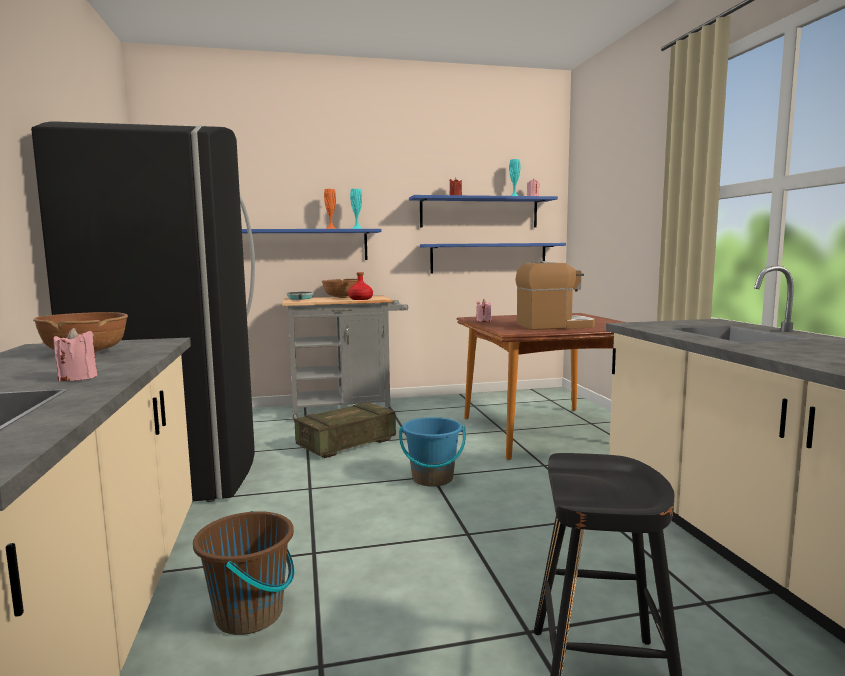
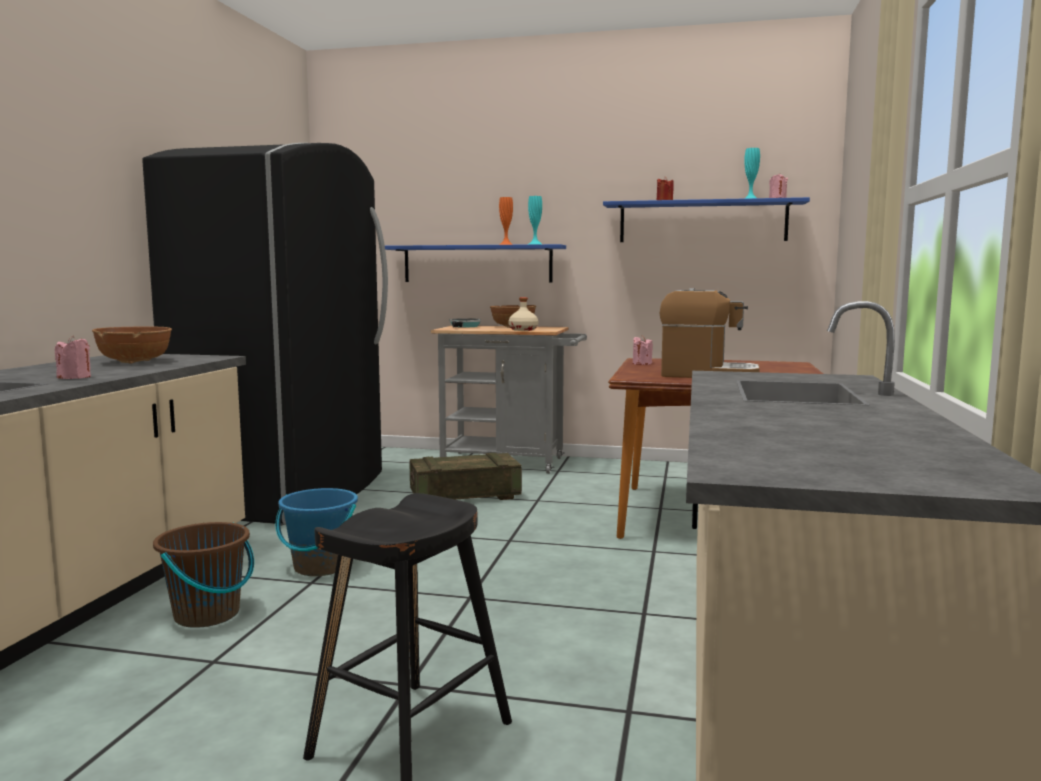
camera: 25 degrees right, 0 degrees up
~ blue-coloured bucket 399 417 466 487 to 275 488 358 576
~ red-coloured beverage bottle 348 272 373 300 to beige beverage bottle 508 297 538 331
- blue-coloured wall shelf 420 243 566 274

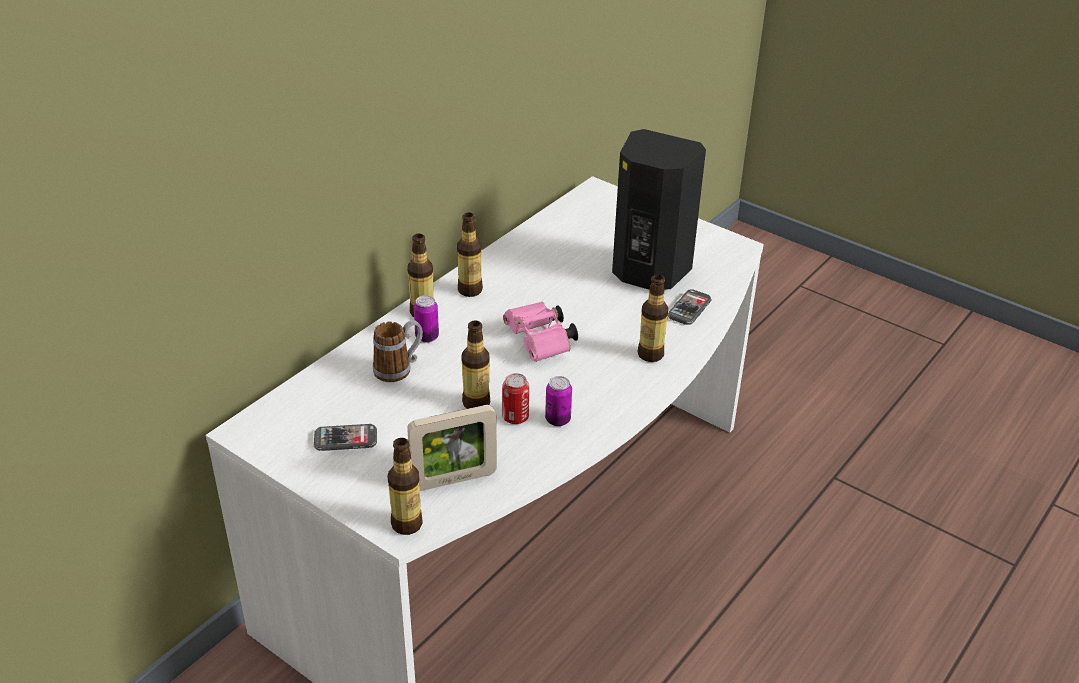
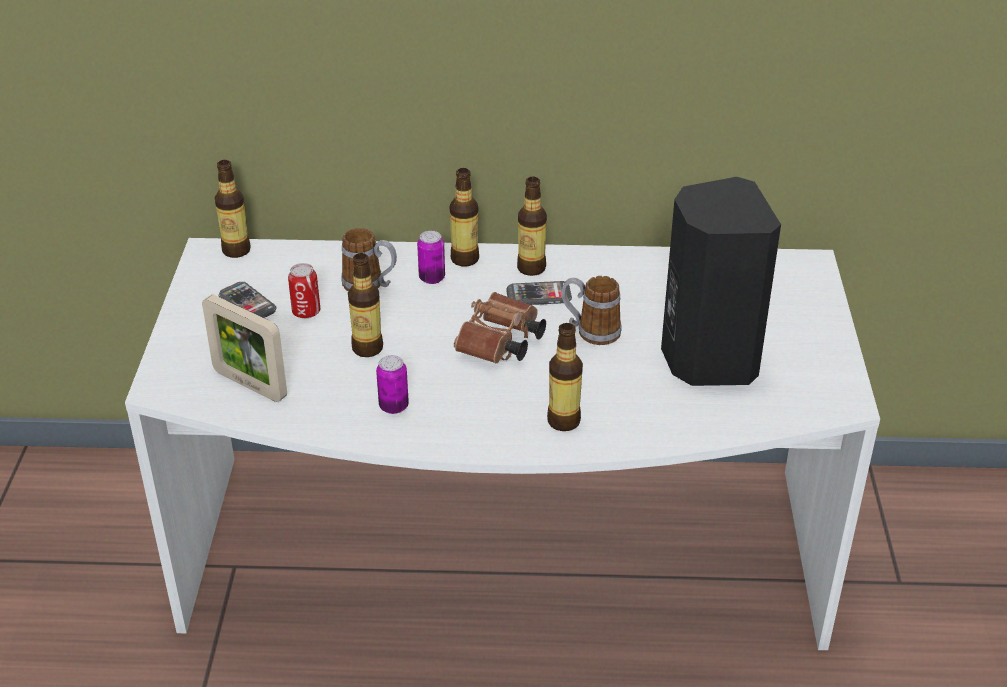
camera: 55 degrees right, 0 degrees up
~ beverage bottle 387 438 423 535 to 215 160 251 258
~ metal can 502 373 529 424 to 288 263 320 318
~ pink-coloured pair of binoculars 503 302 578 362 to brown pair of binoculars 454 292 546 363
~ telephone 668 289 711 325 to 506 281 572 305
+ coffee mug 562 276 622 345

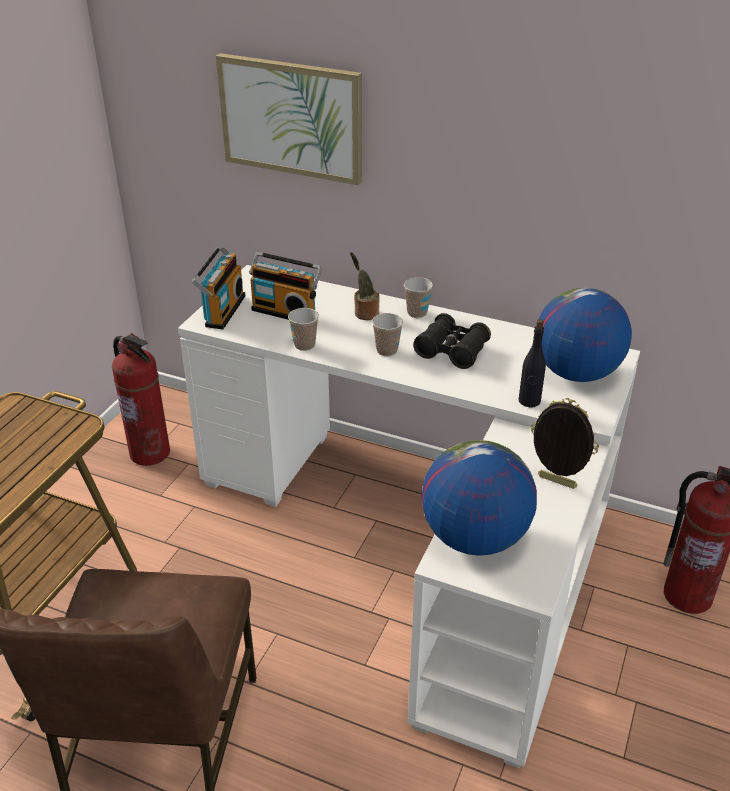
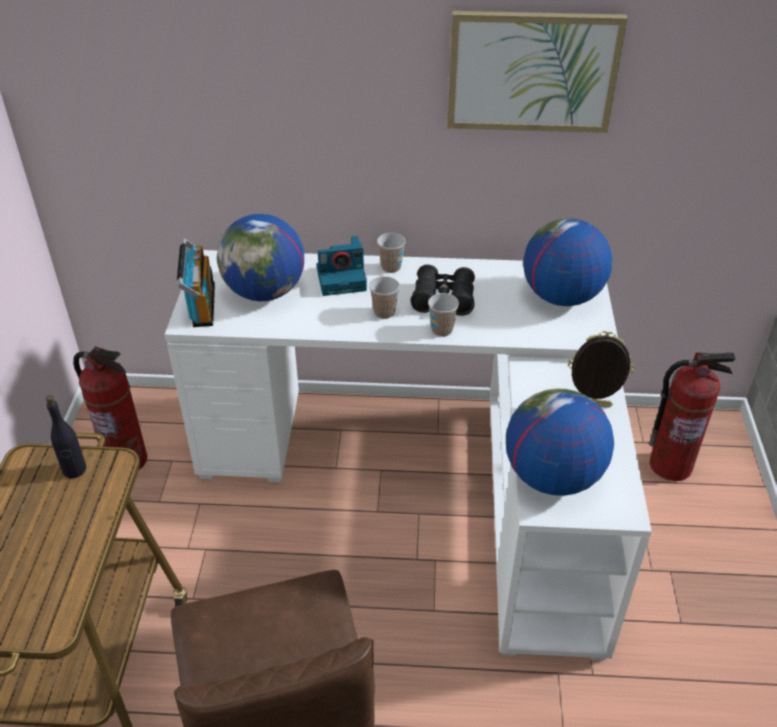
camera: 20 degrees left, 5 degrees up
~ black-coloured beverage bottle 519 319 546 407 to 46 395 86 478
~ radio receiver 249 252 322 320 to globe 217 214 304 301
~ plant in a pot 350 252 380 320 to photo camera 316 236 367 296
~ cup 288 308 319 351 to 428 293 459 337
~ picture 216 53 362 185 to 447 11 628 133

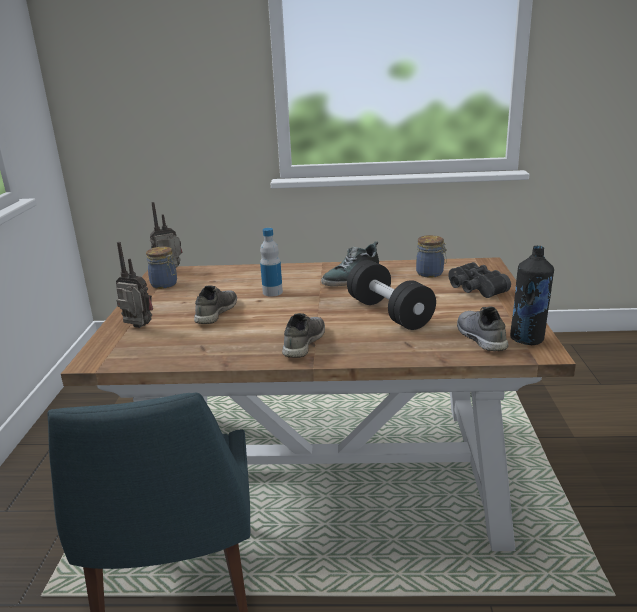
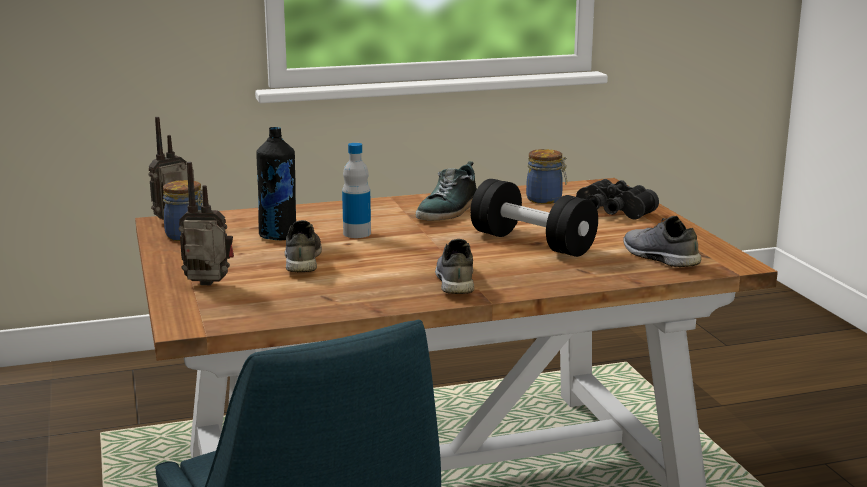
camera: 20 degrees left, 5 degrees down
~ black-coloured beverage bottle 510 246 554 345 to 256 127 296 240

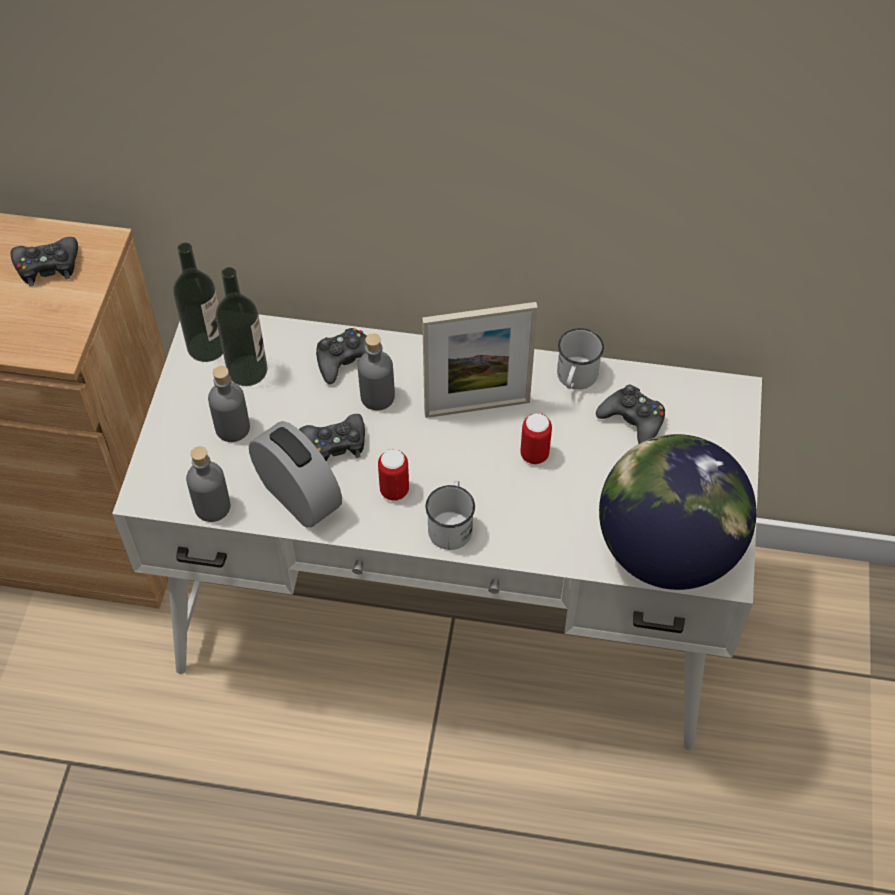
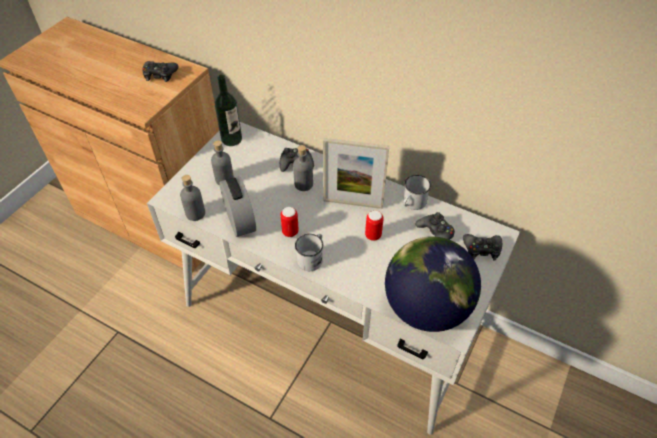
camera: 20 degrees right, 5 degrees down
~ black-coloured joypad 299 414 365 461 to 463 234 502 260
- beverage bottle 216 267 268 386

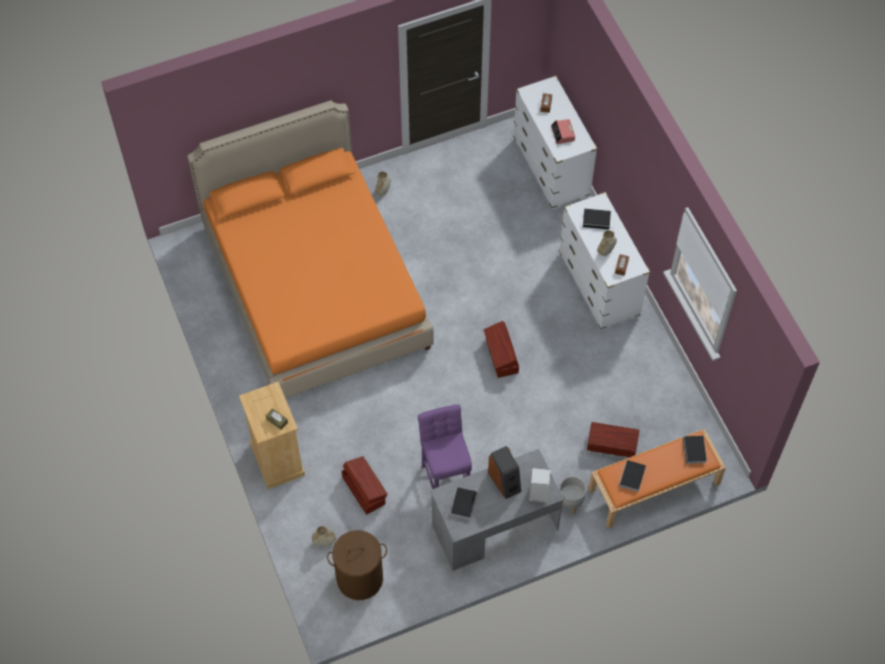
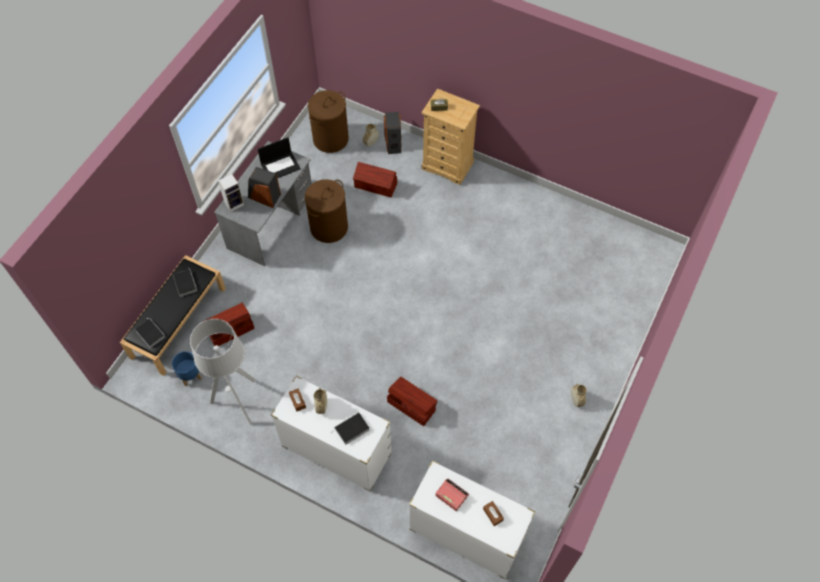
camera: 140 degrees right, 0 degrees up
~ orange-coloured long seat 588 429 726 528 to black-coloured long seat 120 255 226 376
+ blue-coloured planter 172 351 202 386
+ greyish floor lamp 190 319 255 425
~ bound book 451 487 478 520 to laptop 258 137 300 178
~ purple-coloured stool 418 404 472 489 to brown washing basket 305 179 348 243
+ audio speaker 384 112 402 154
~ brown storage container 484 321 519 378 to 387 377 438 426
- orange-coloured bed 187 100 433 398
- greyish planter 559 476 586 515

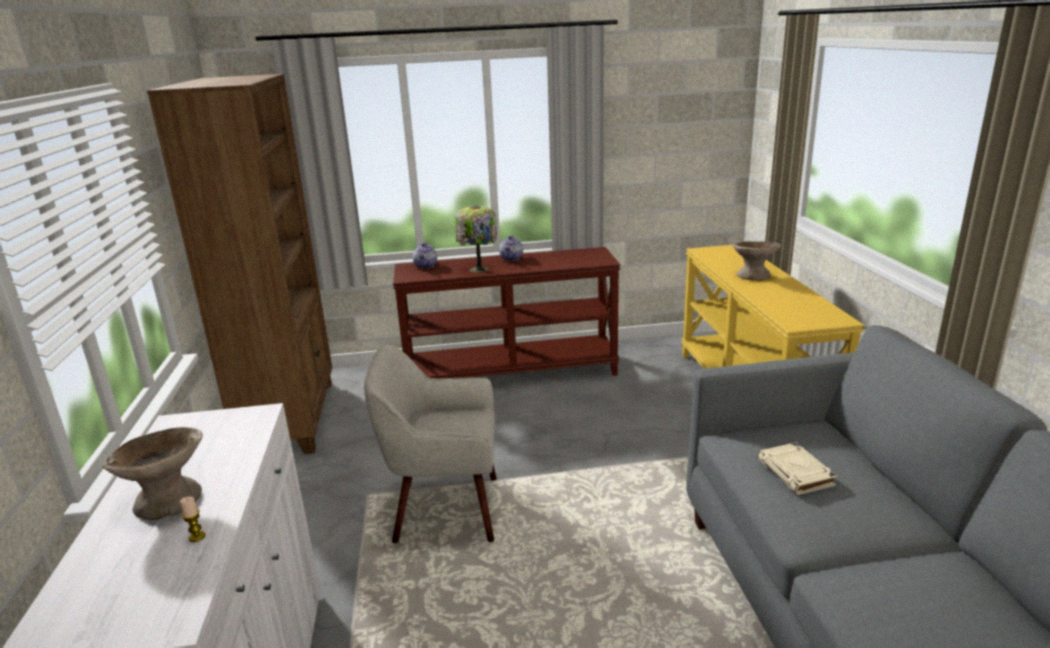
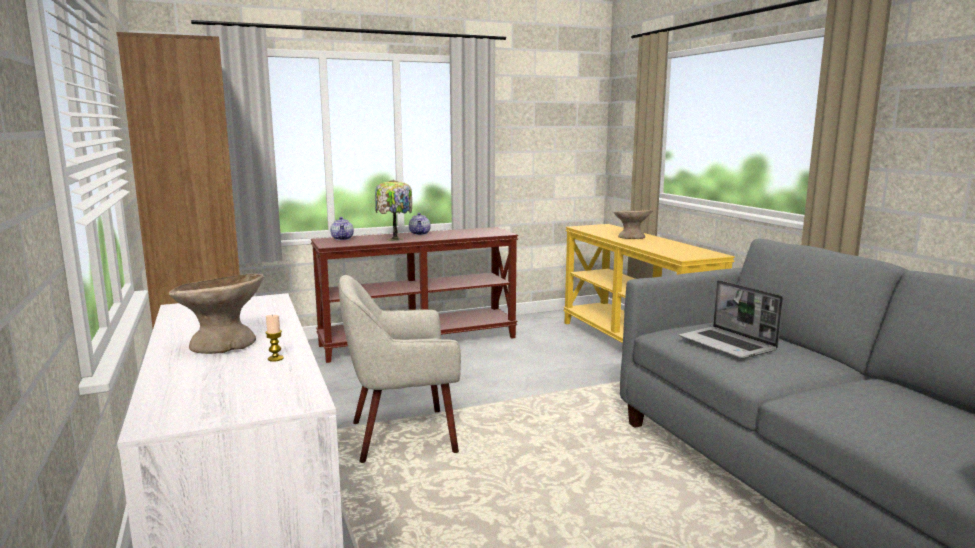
camera: 15 degrees left, 10 degrees down
~ beige bound book 757 442 837 495 to laptop 679 280 783 359

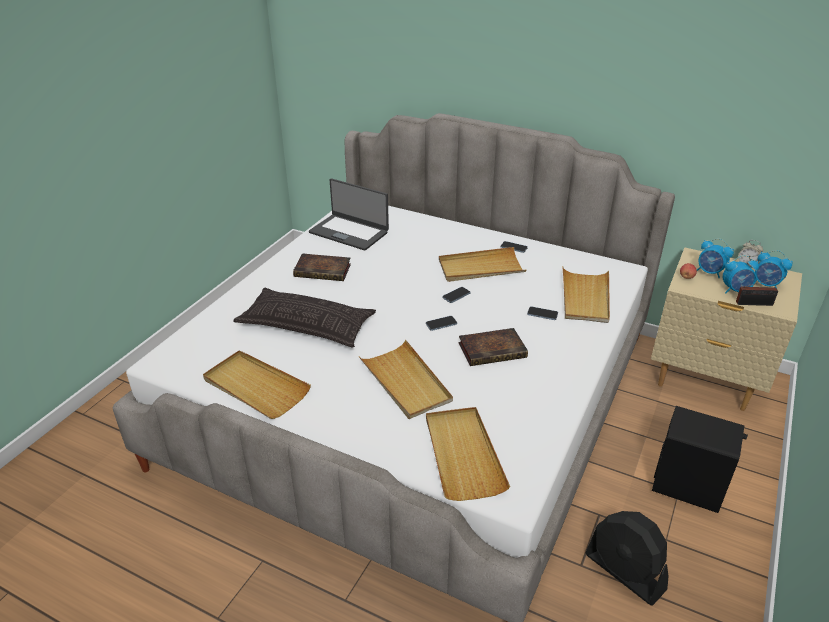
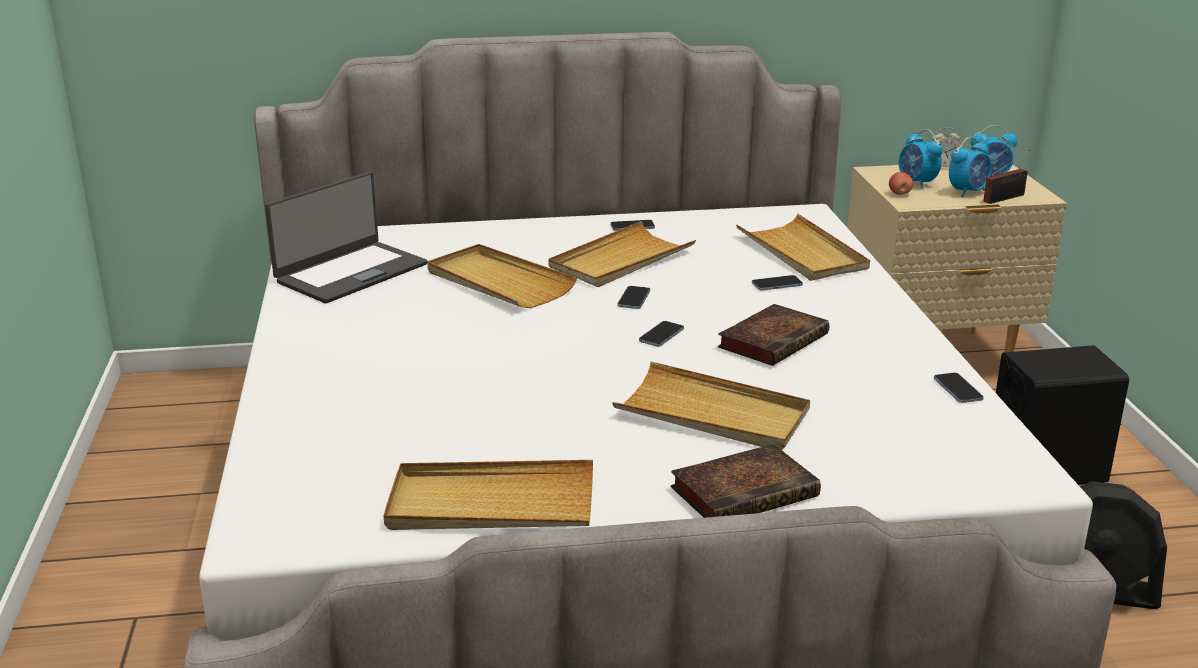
camera: 35 degrees left, 10 degrees down
~ laptop 309 178 389 250 = 265 172 427 303 45 degrees counterclockwise
~ beige serving tray 426 407 510 501 to 427 244 577 308
~ bound book 293 253 351 281 to 670 444 821 518
~ bedside clock 697 238 734 278 = 899 129 943 189 60 degrees clockwise
+ telephone 934 373 984 403
- throw pillow 233 288 376 348

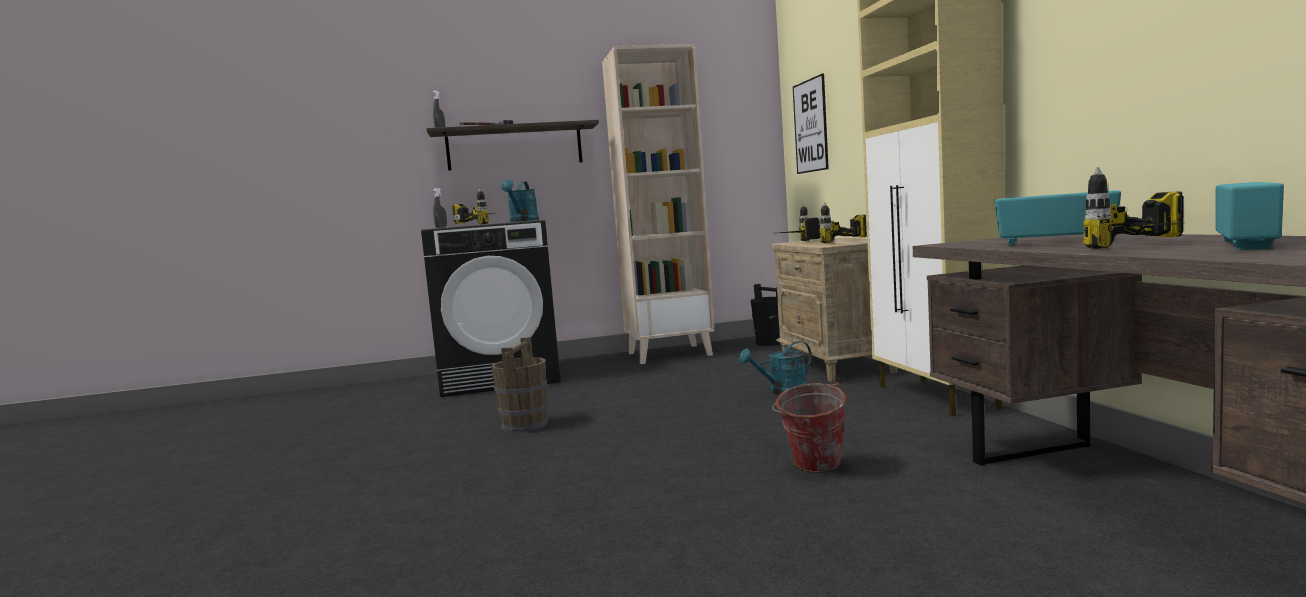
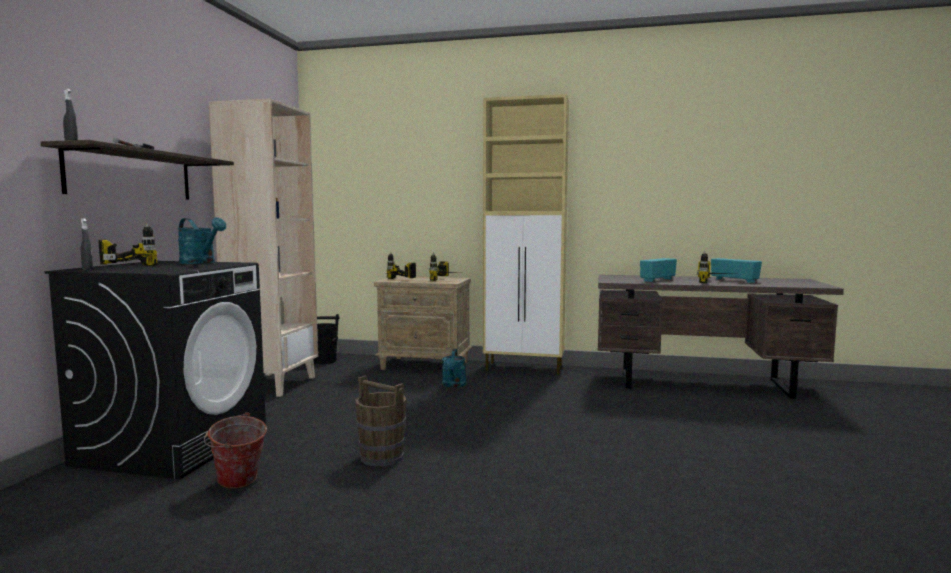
camera: 65 degrees left, 0 degrees up
~ bucket 772 382 847 473 to 204 412 267 489
- picture 793 73 829 174

